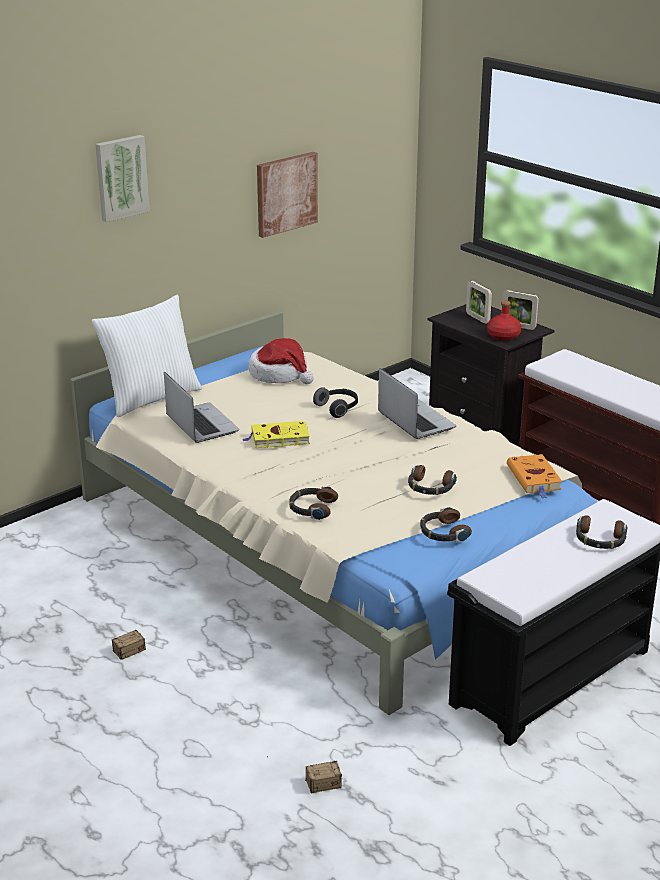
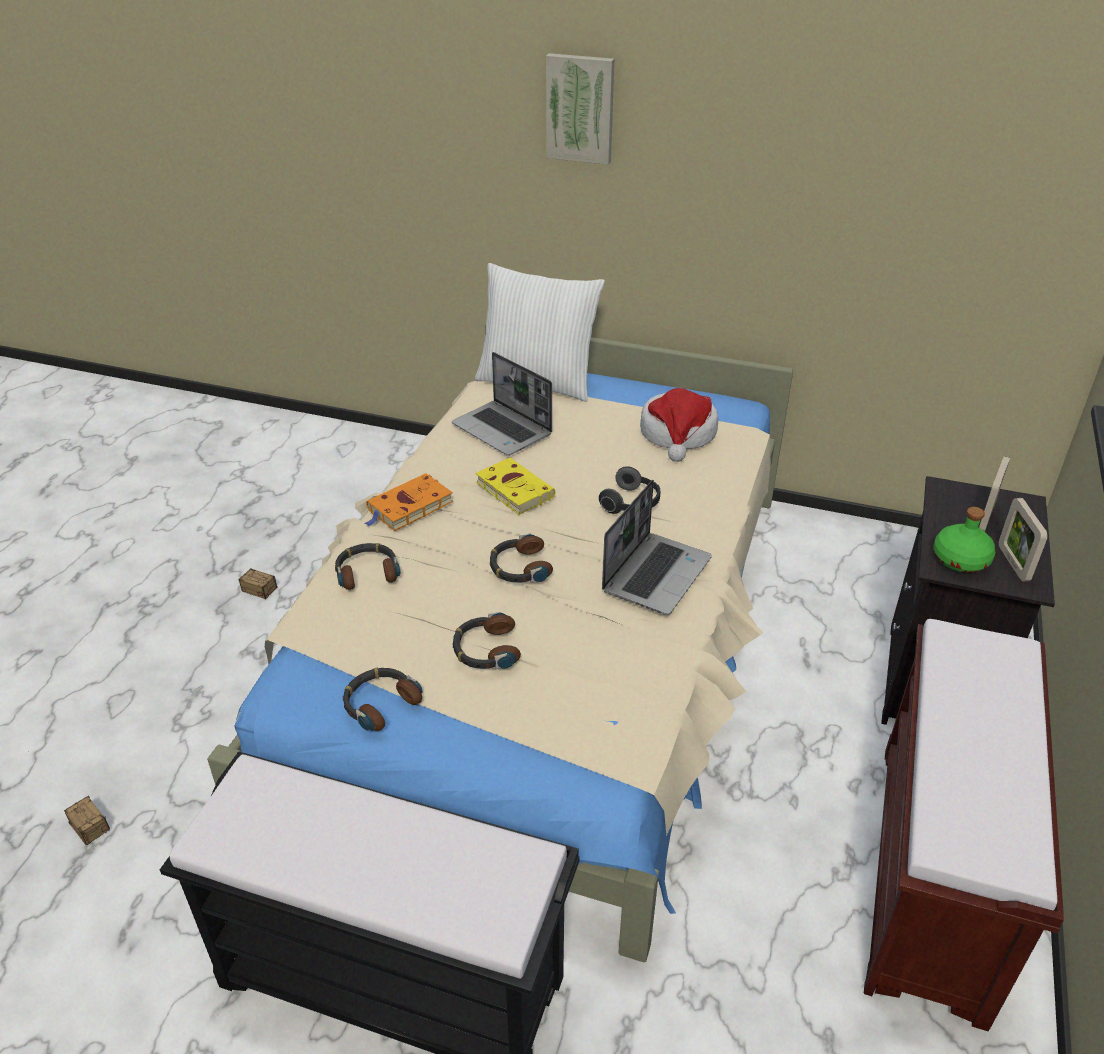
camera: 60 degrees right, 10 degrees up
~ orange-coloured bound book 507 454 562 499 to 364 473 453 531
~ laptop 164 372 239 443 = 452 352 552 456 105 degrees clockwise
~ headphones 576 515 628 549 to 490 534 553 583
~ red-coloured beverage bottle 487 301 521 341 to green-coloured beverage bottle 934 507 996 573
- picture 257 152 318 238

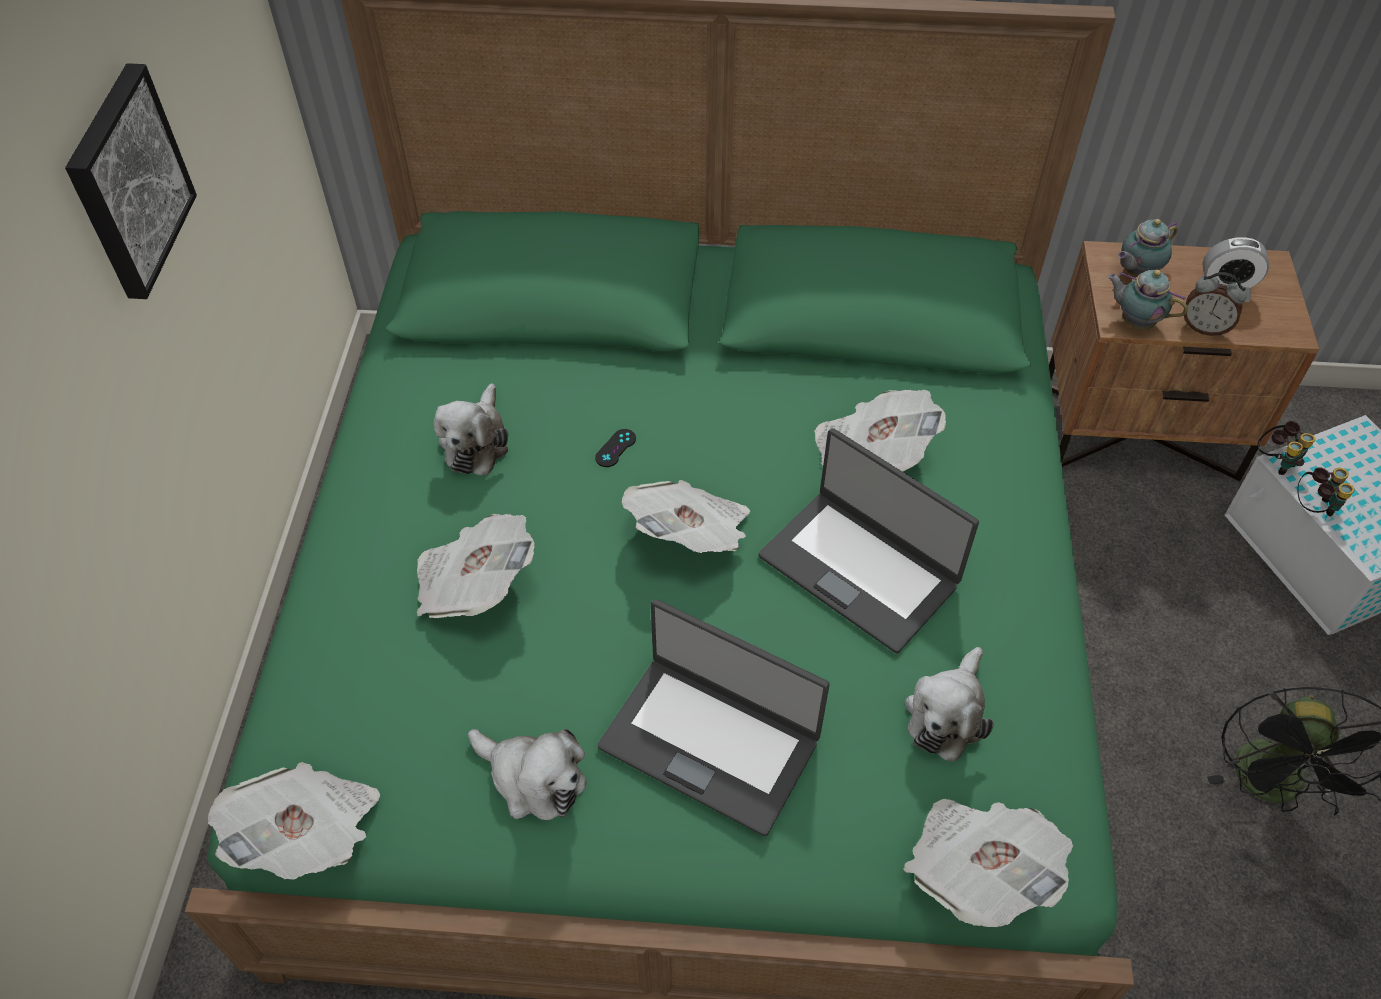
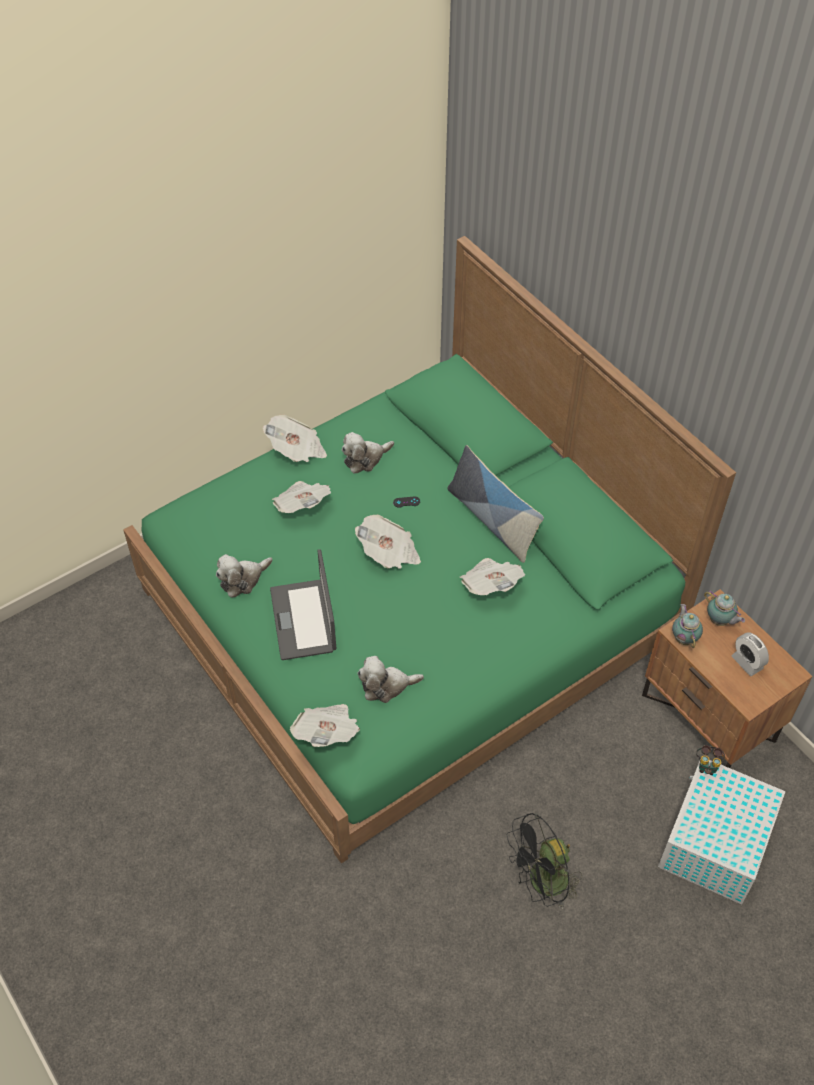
camera: 50 degrees right, 0 degrees up
~ soft toy 468 729 587 820 = 216 554 273 598 60 degrees clockwise
~ printed paper 208 762 380 879 to 263 415 327 462
+ throw pillow 447 445 544 563
~ pot for tea 1118 219 1178 277 = 704 590 745 626 150 degrees counterclockwise
- picture 65 63 197 299
- laptop 758 428 979 654
- bedside clock 1183 272 1247 336
- pair of binoculars 1298 467 1354 516

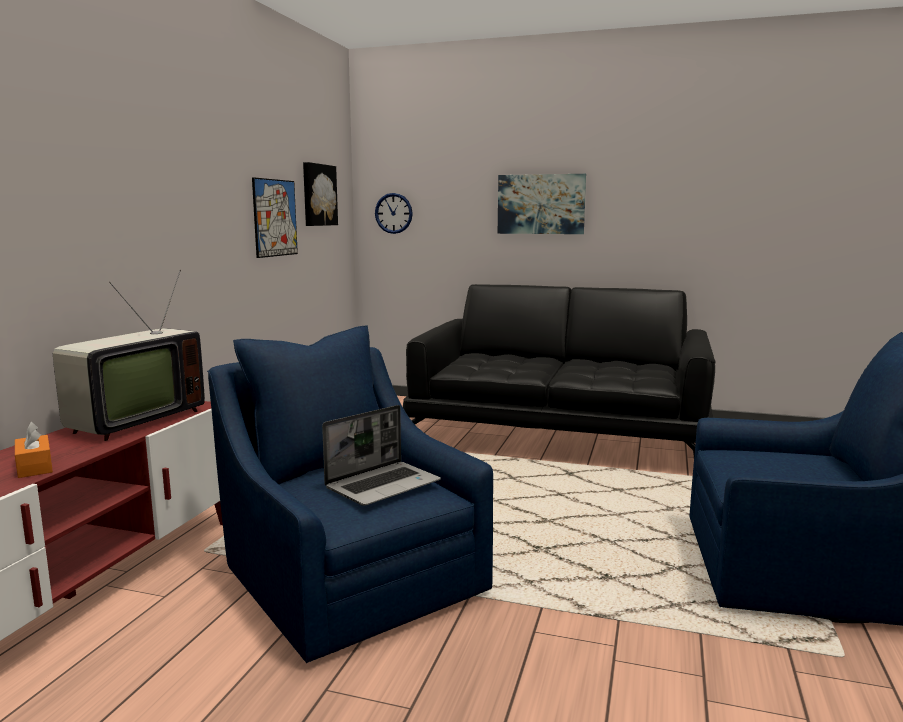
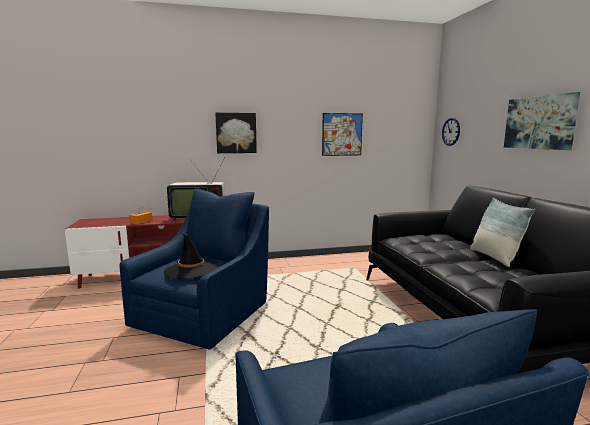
camera: 60 degrees right, 0 degrees up
~ laptop 322 405 441 506 to black-coloured hat 163 234 218 279
~ picture 303 162 338 226 to 215 113 257 153
+ throw pillow 470 198 535 267

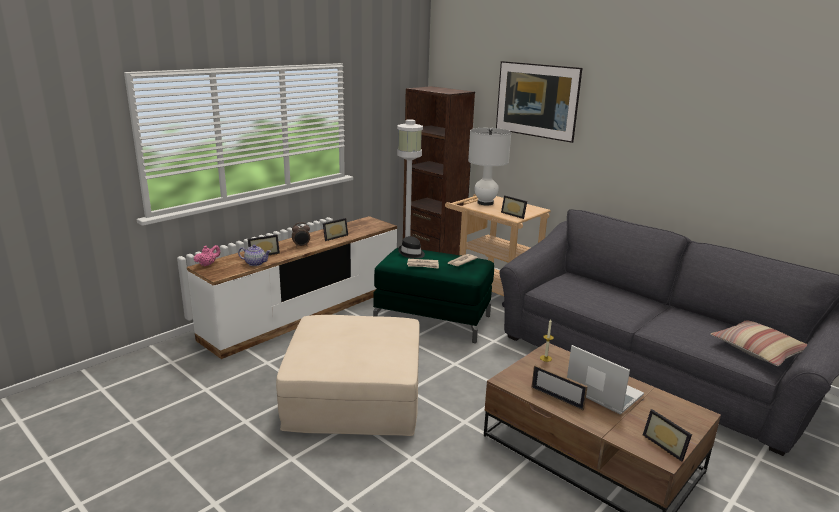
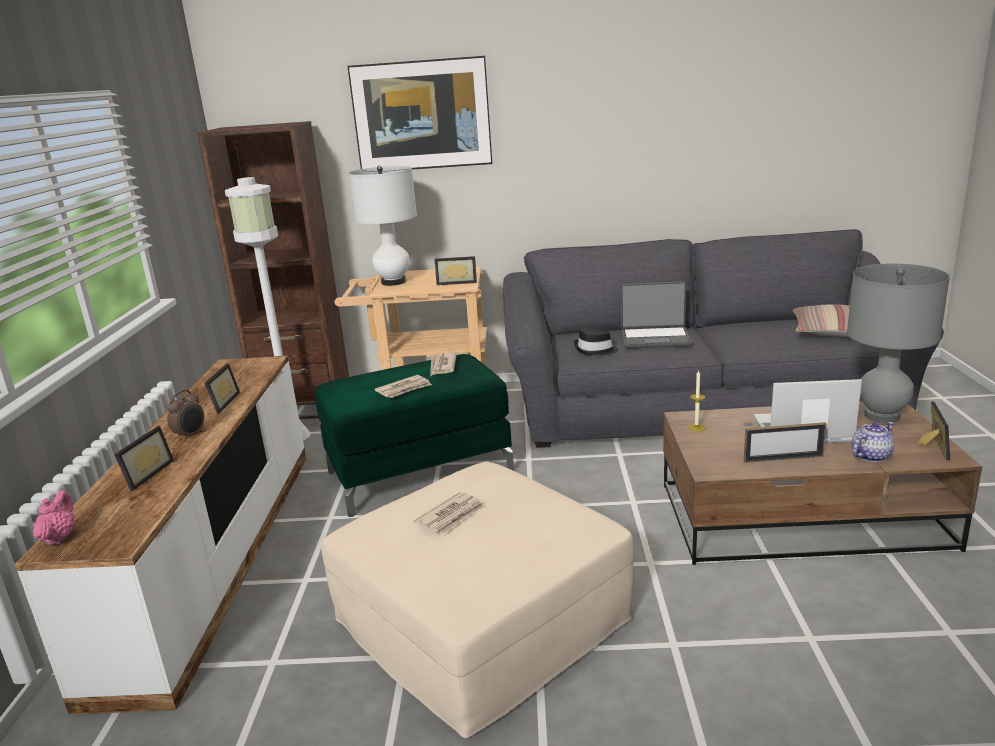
camera: 40 degrees left, 0 degrees up
+ printed paper 414 492 485 534
~ black-coloured hat 398 236 425 259 to 574 326 618 356
+ laptop 621 281 692 349
+ greyish table lamp 847 263 950 423
~ pot for tea 238 245 271 266 to 852 422 894 462
~ standing frame 643 409 692 462 = 918 402 950 460 90 degrees counterclockwise

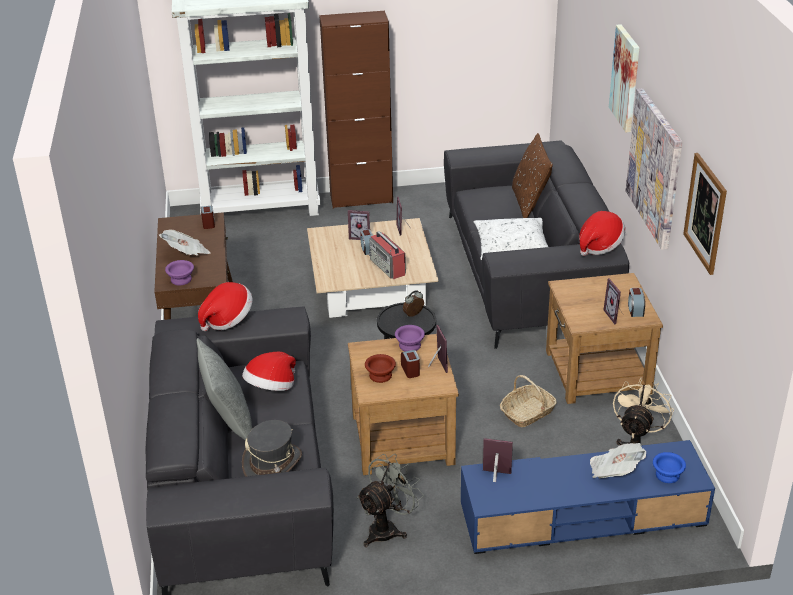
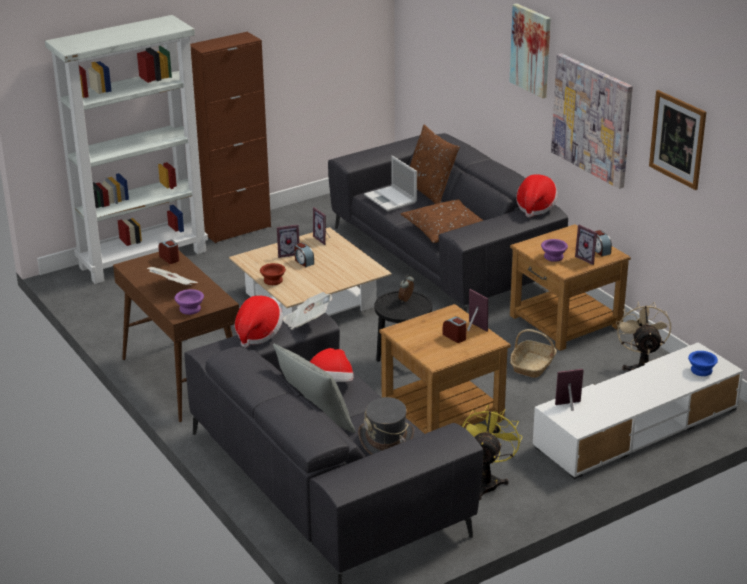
camera: 25 degrees left, 5 degrees down
~ brown serving bowl 365 354 396 383 to 260 263 286 285
~ printed paper 590 443 646 478 to 283 292 332 330
+ laptop 364 156 417 211
~ whitish throw pillow 474 218 548 260 to brown throw pillow 400 199 484 243
~ greyish cooling fan 357 454 424 547 to yellow-coloured cooling fan 462 405 522 500
~ blue-coloured tv unit 461 440 715 554 to whitish tv unit 533 343 743 479
~ purple-coloured serving bowl 395 325 425 351 to 541 239 568 262
- radio receiver 369 231 406 279

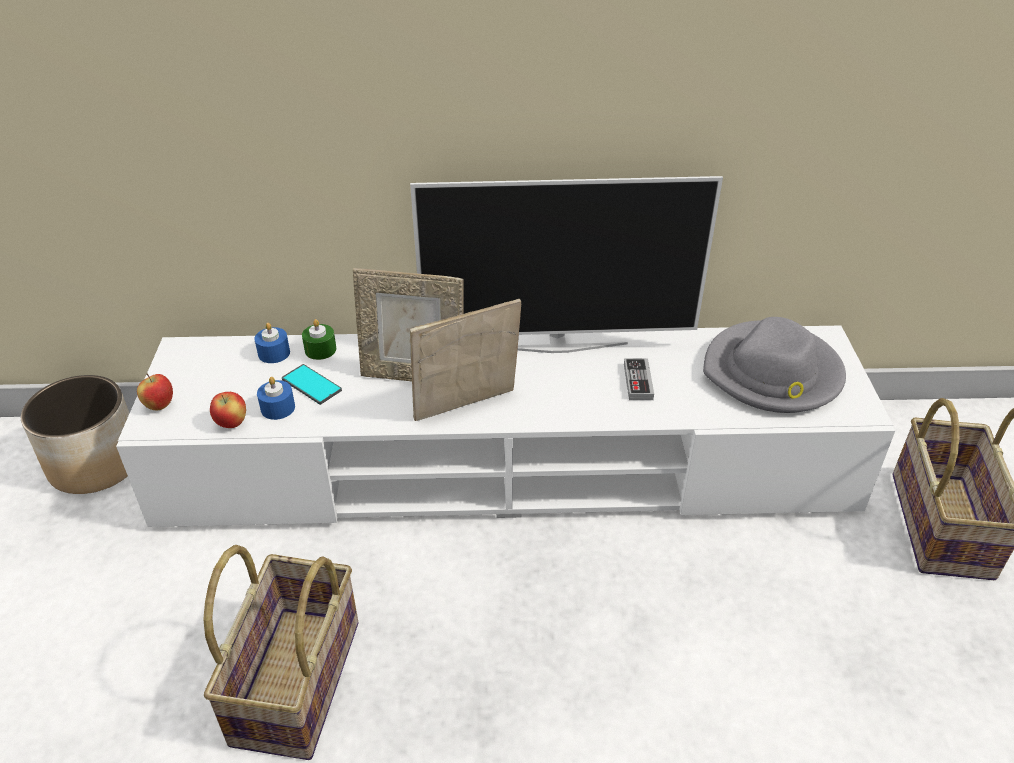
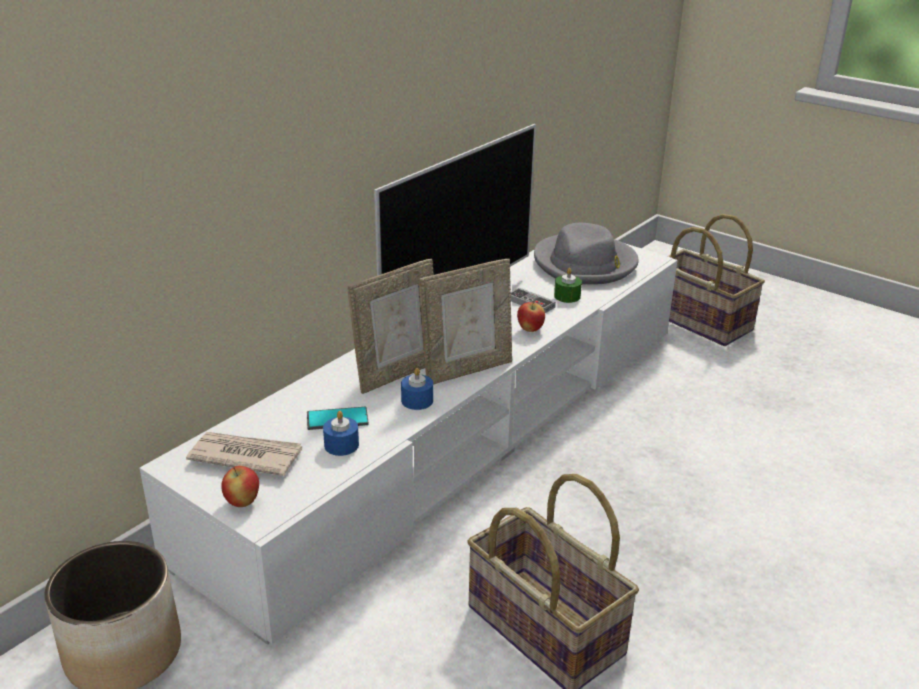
camera: 50 degrees left, 10 degrees down
+ printed paper 186 432 302 476
~ blue-coloured wax candle 254 323 290 363 to 401 368 433 410
~ standing frame 410 299 521 421 = 419 259 512 385 135 degrees counterclockwise
~ apple 210 392 246 428 to 517 301 545 332
~ green-coloured wax candle 302 319 336 360 to 554 268 582 303

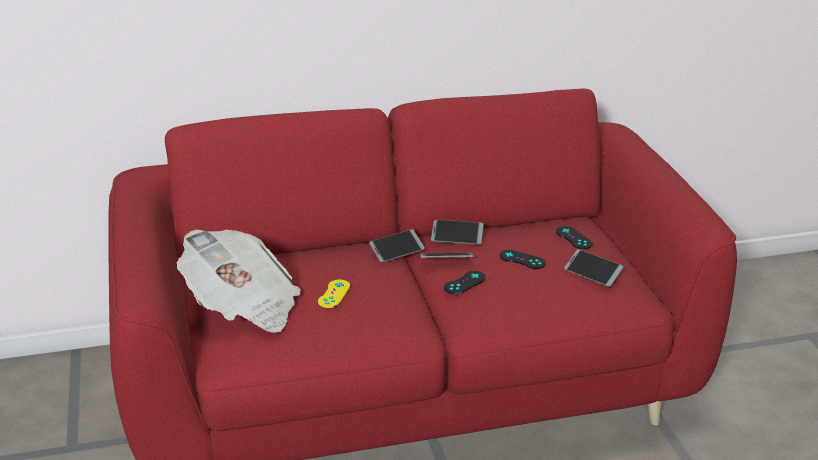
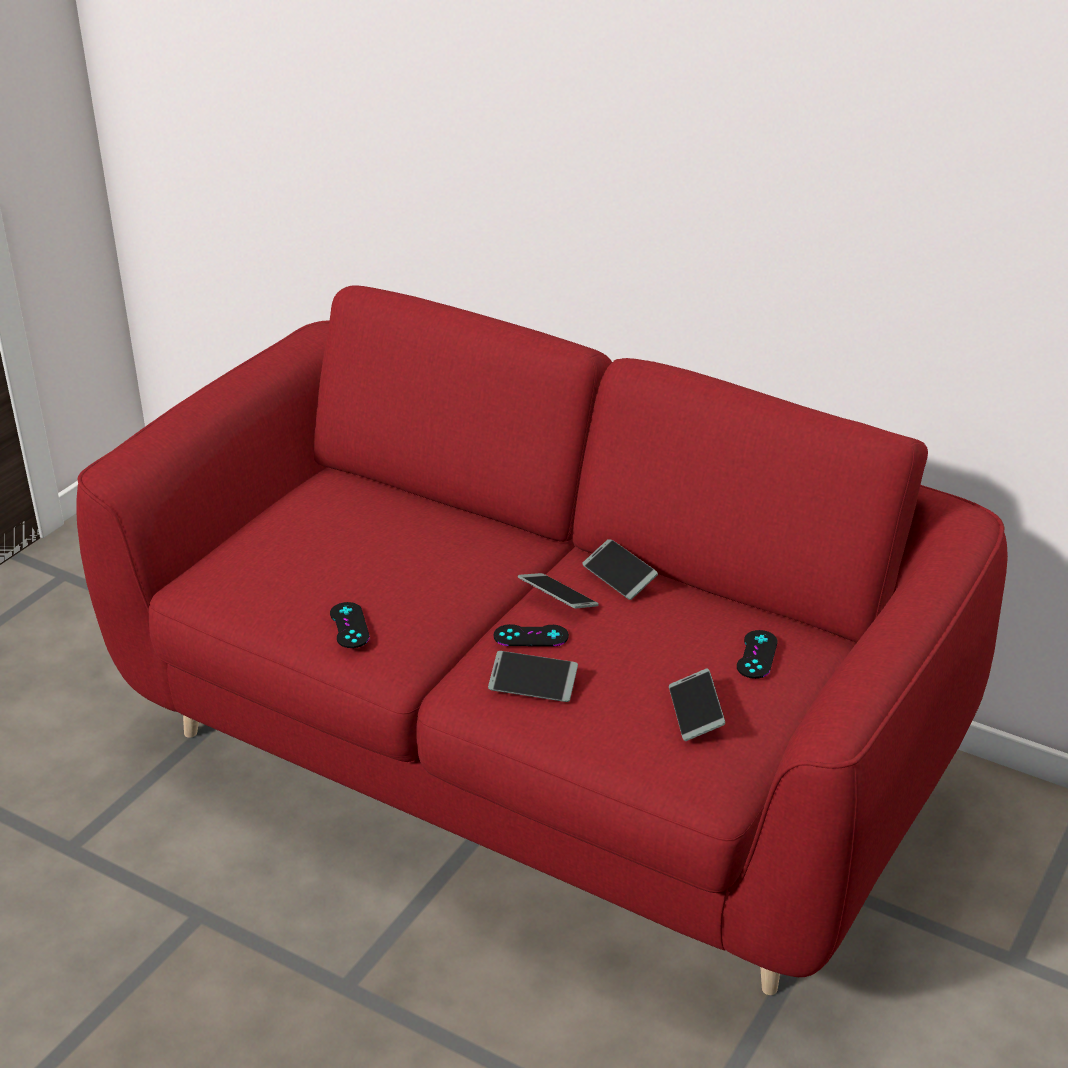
camera: 45 degrees right, 5 degrees up
~ black-coloured joypad 499 250 546 269 to 330 602 370 648
~ telephone 369 229 425 262 to 488 651 578 702
- printed paper 177 229 301 333
- yellow-coloured joypad 318 280 350 308

